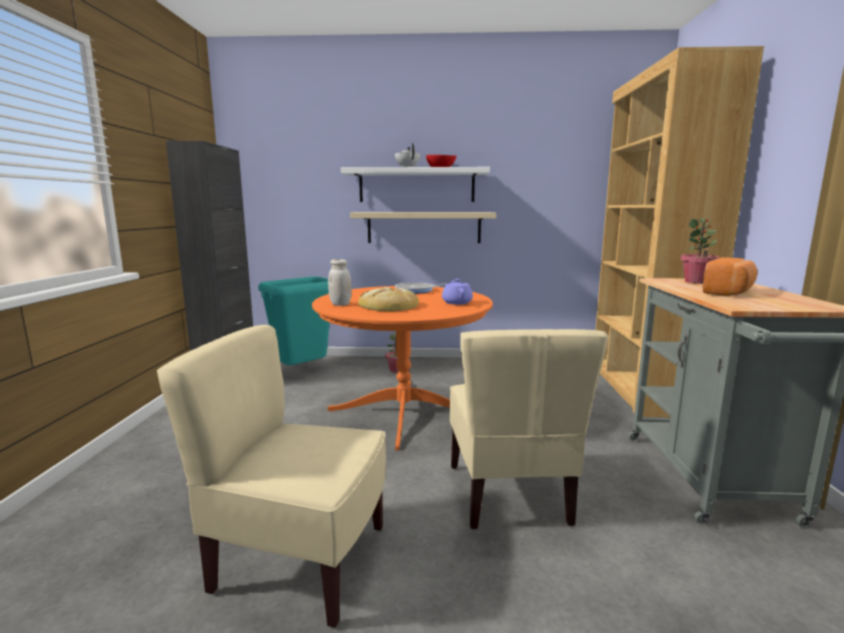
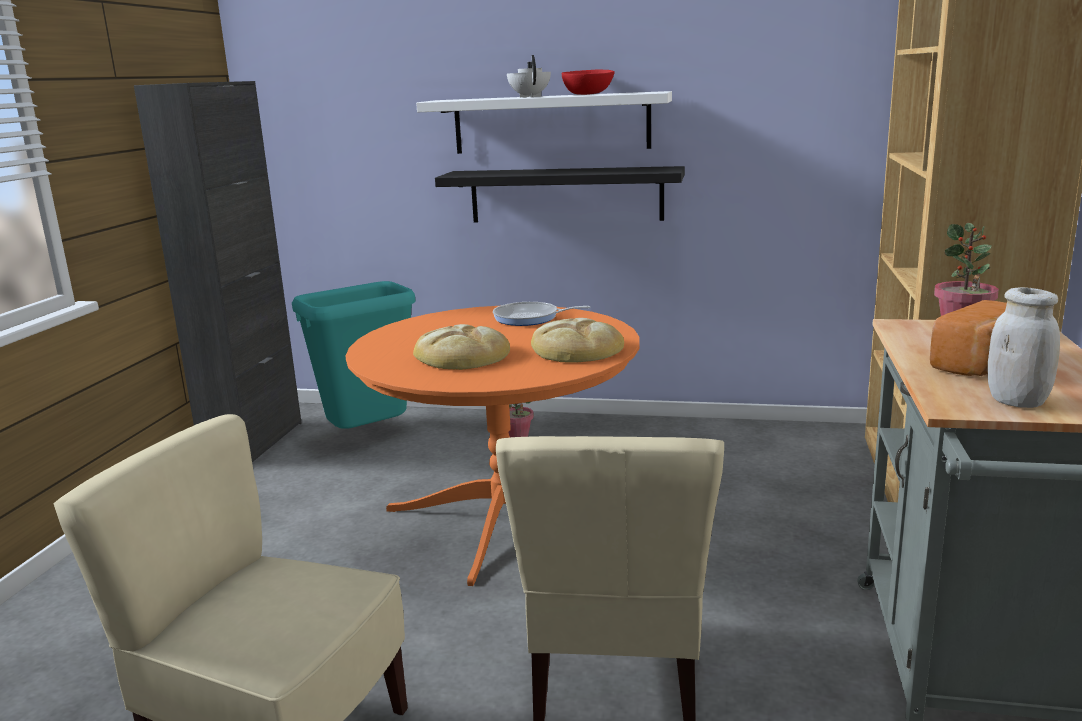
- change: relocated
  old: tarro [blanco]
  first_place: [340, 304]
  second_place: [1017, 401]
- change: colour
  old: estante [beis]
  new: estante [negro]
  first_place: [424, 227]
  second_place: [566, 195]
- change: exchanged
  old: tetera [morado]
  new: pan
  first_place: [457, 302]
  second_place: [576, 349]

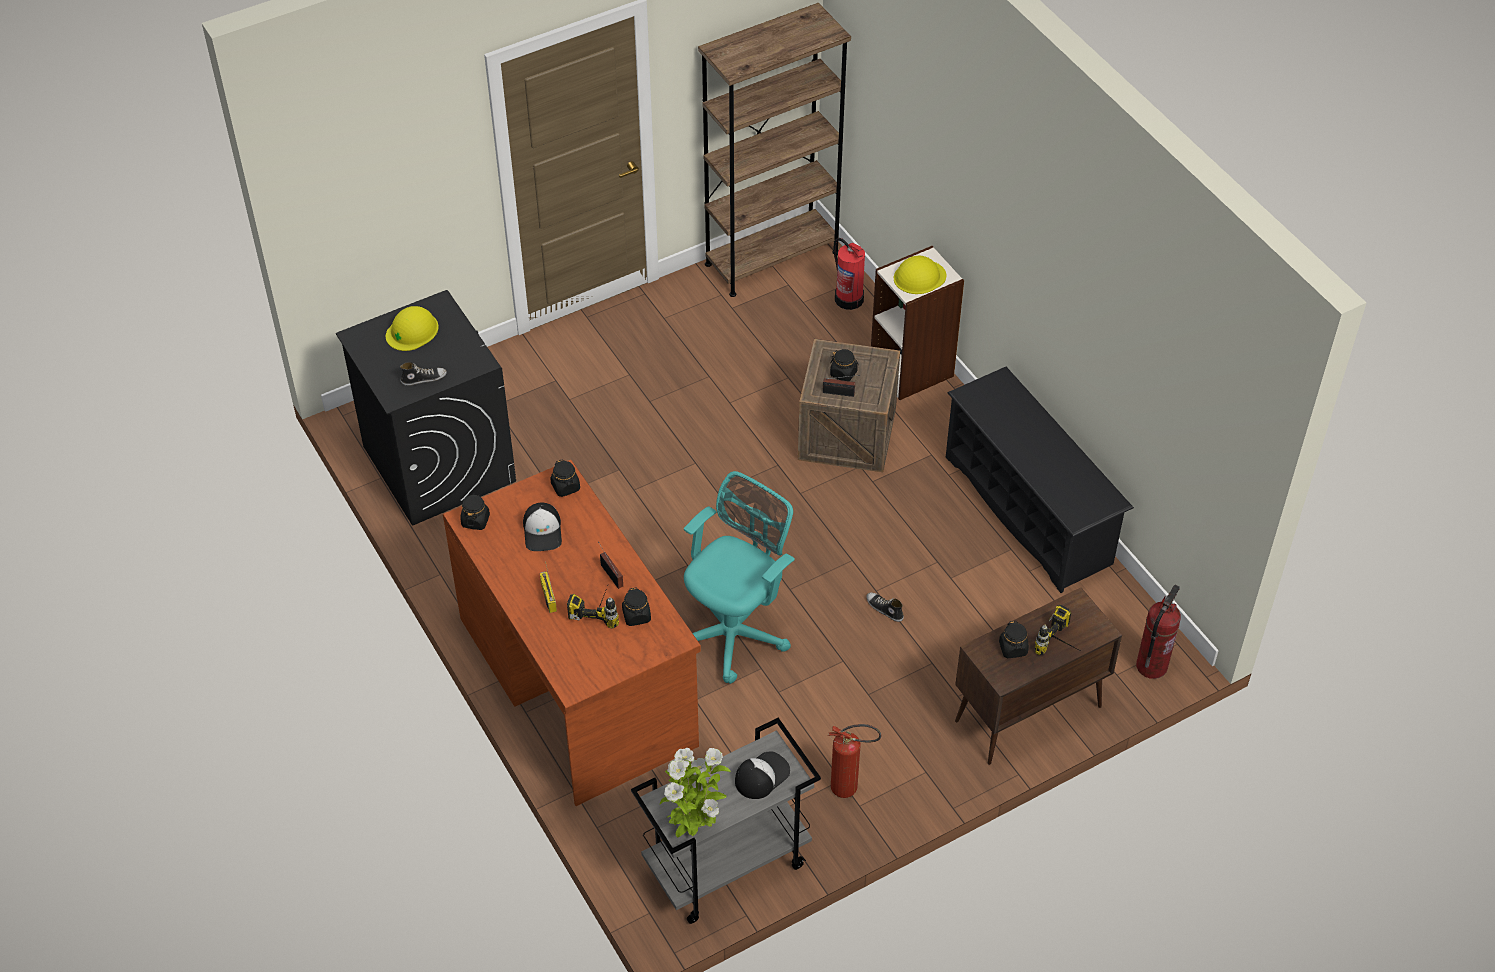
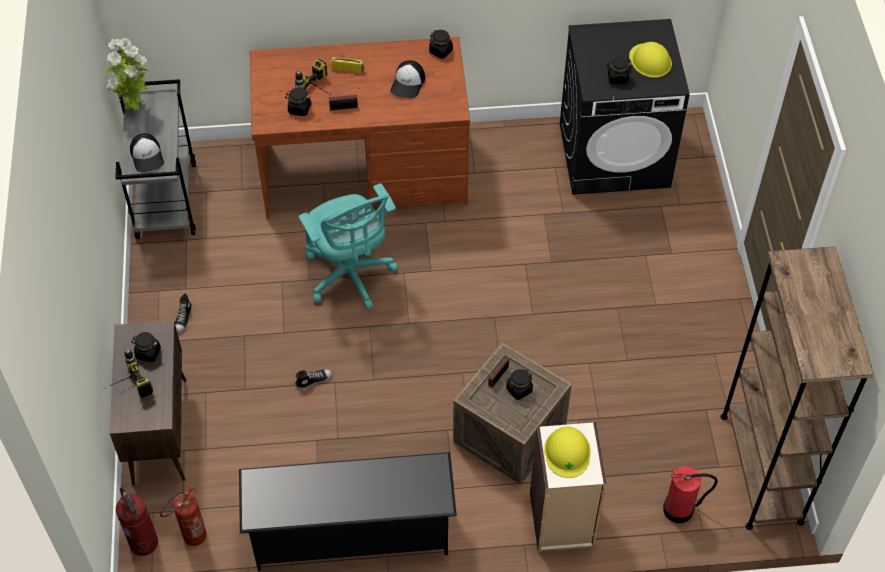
- change: relocated
  old: zapato
  first_place: [423, 378]
  second_place: [183, 318]
- change: spun
  old: gorra
  first_place: [543, 531]
  second_place: [408, 83]
  degrees: -90
- change: relocated
  old: tarro [negro]
  first_place: [565, 487]
  second_place: [617, 78]
- change: relocated
  old: extintor
  first_place: [850, 788]
  second_place: [190, 540]

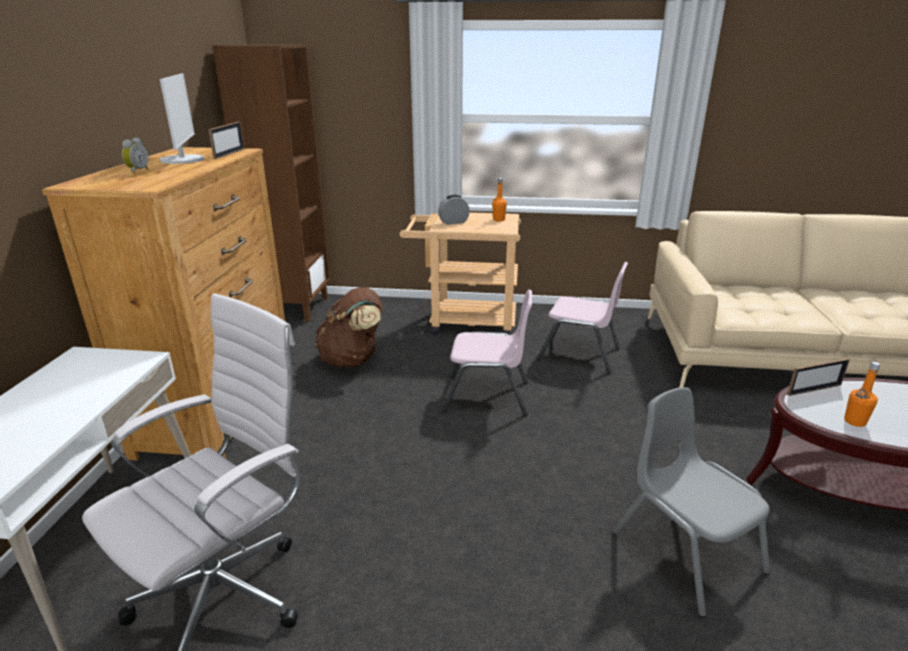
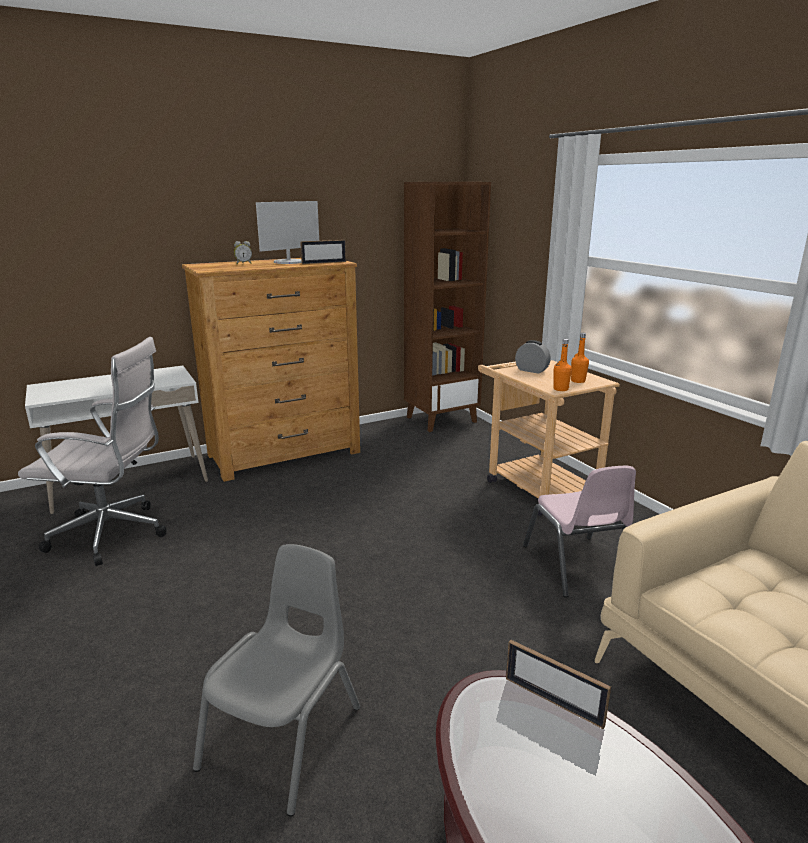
- change: missing
  old: mochila [marrón]
  first_place: [353, 360]
- change: missing
  old: silla [rosa]
  first_place: [487, 396]
- change: relocated
  old: botella [naranja]
  first_place: [854, 421]
  second_place: [560, 389]

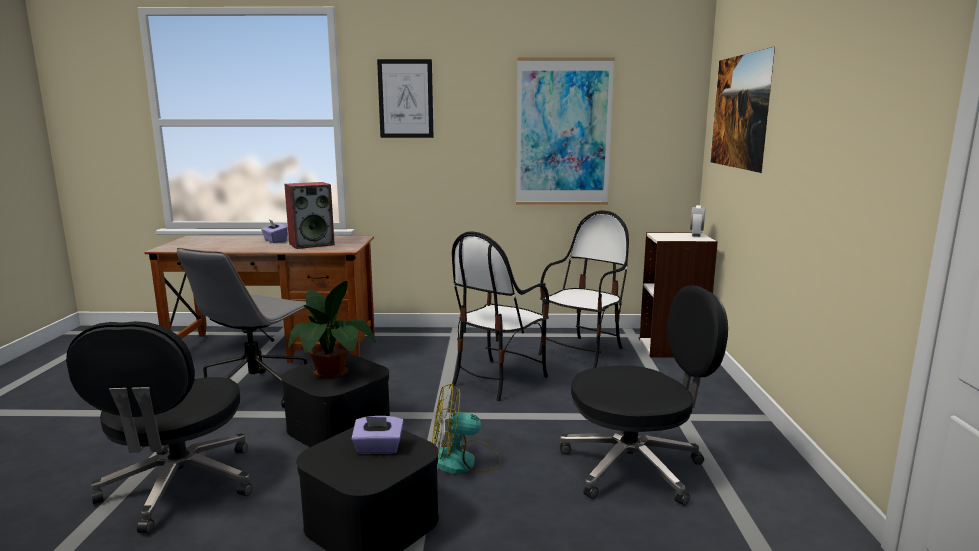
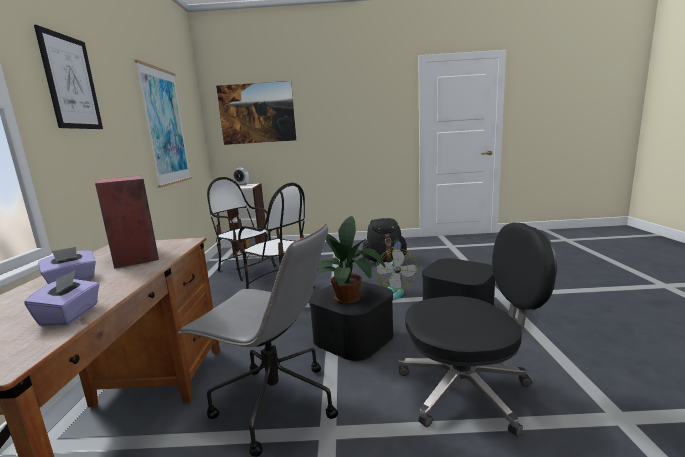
- change: relocated
  old: caja de pañuelos [morado]
  first_place: [378, 448]
  second_place: [71, 315]
- change: exchanged
  old: silla de oficina [negro]
  new: mochila [negro]
  first_place: [634, 467]
  second_place: [384, 260]

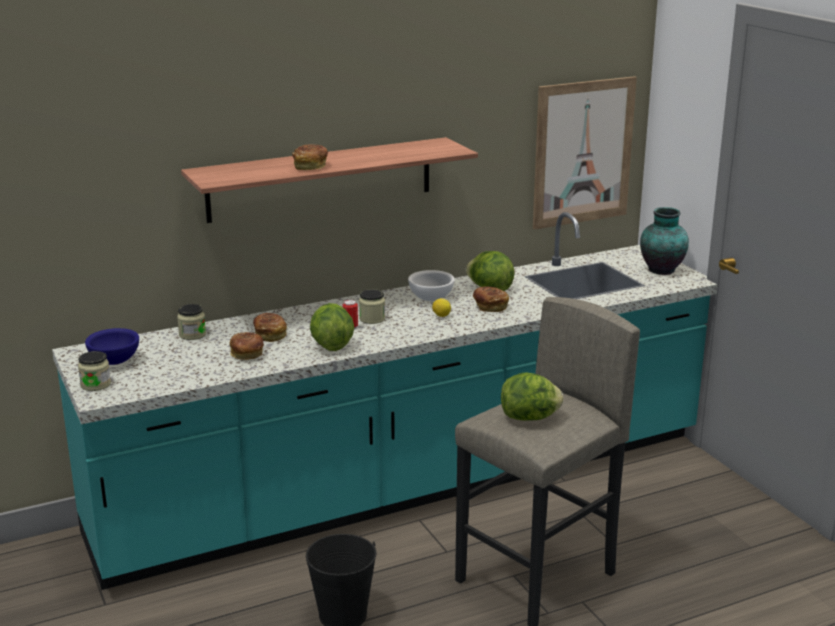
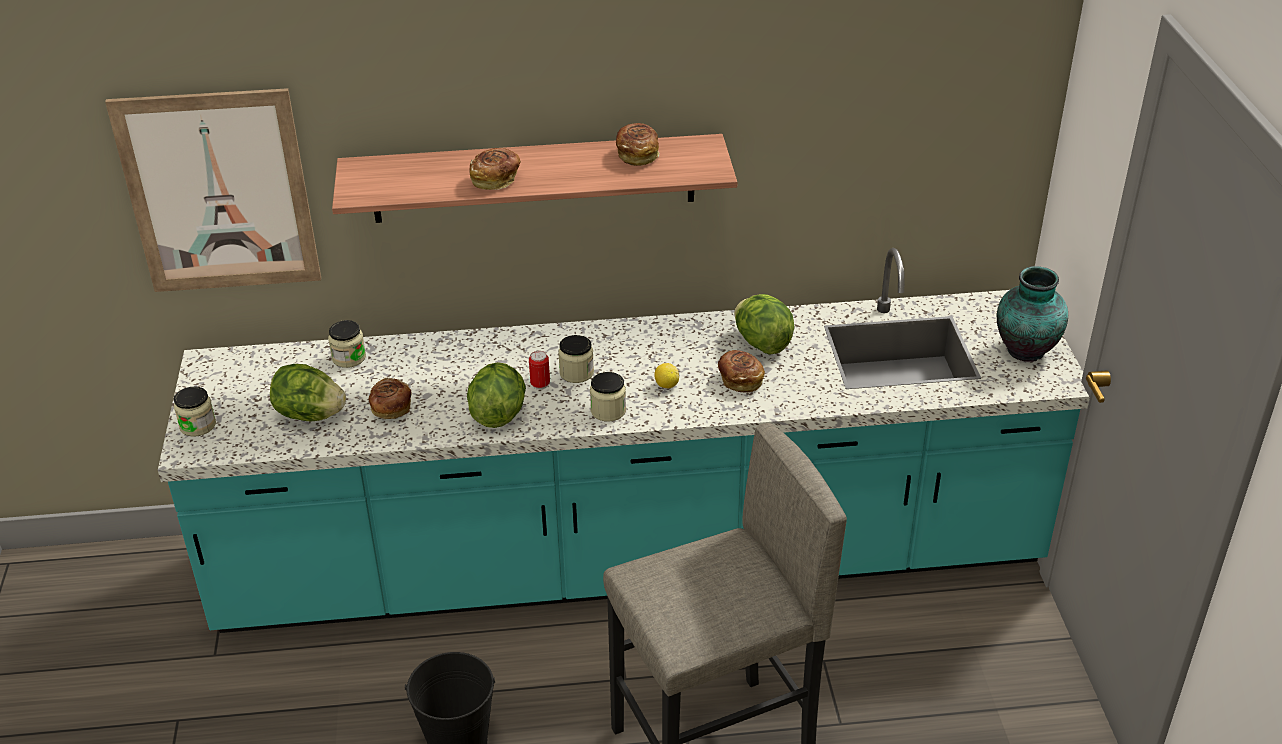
- change: missing
  old: cuenco [azul]
  first_place: [114, 362]
- change: relocated
  old: pan
  first_place: [270, 335]
  second_place: [637, 154]
- change: missing
  old: cuenco [blanco]
  first_place: [431, 299]
- change: relocated
  old: lechuga
  first_place: [530, 418]
  second_place: [310, 415]
- change: relocated
  old: cuadro
  first_place: [583, 152]
  second_place: [219, 192]
- change: appeared
  new: tarro
  second_place: [608, 410]

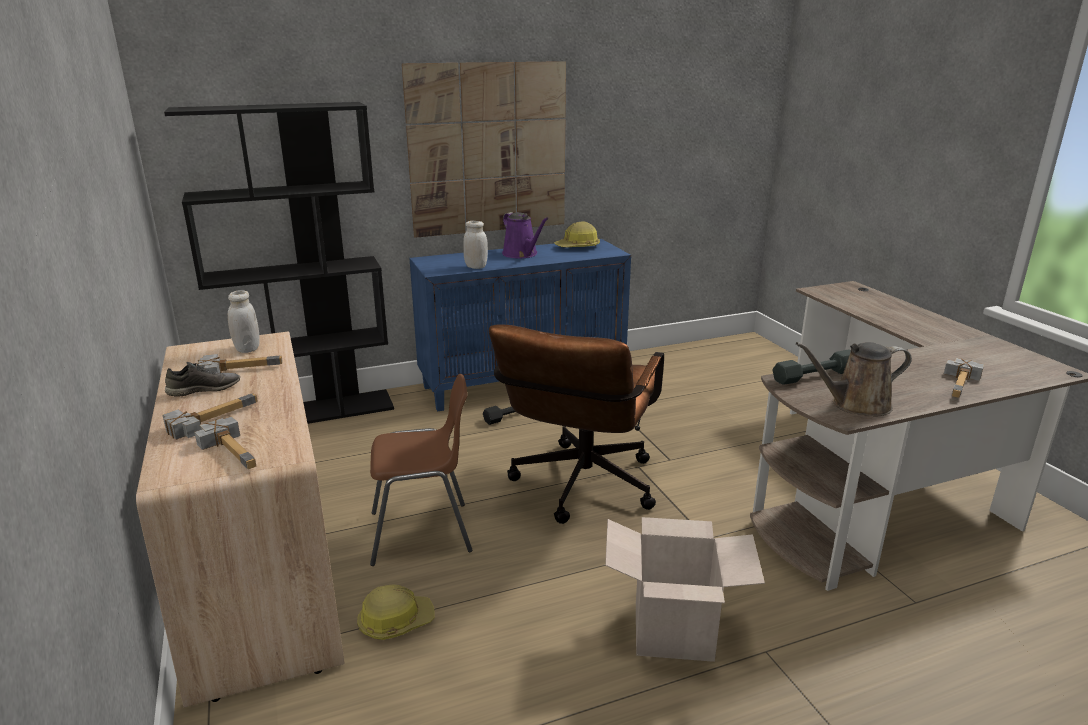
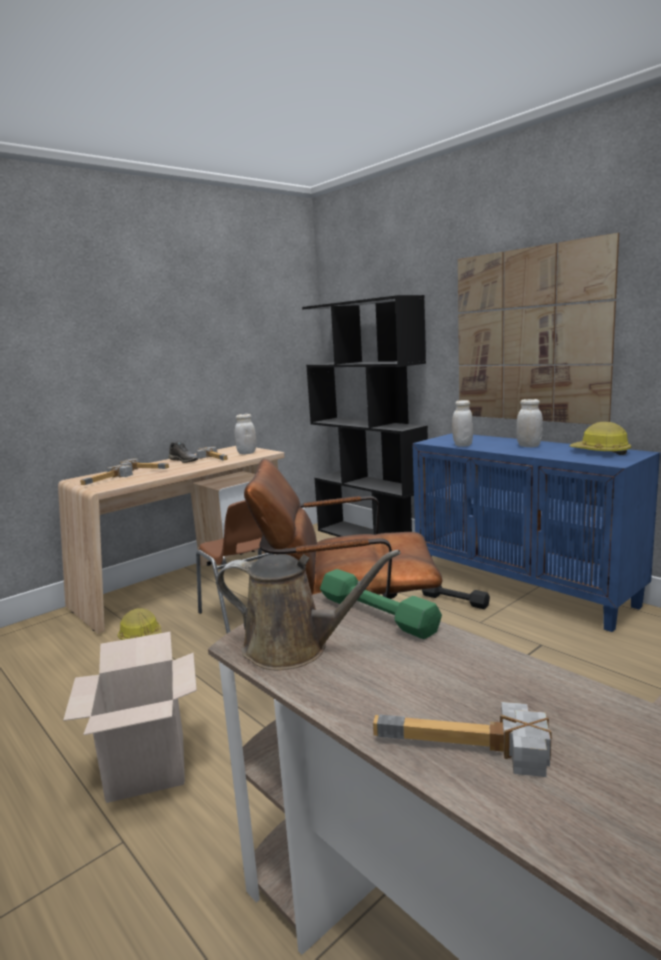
- change: exchanged
  old: regadera [morado]
  new: tarro [blanco]
  first_place: [522, 254]
  second_place: [529, 446]
- change: colour
  old: mancuerna [gris]
  new: mancuerna [verde]
  first_place: [815, 376]
  second_place: [377, 615]
- change: spun
  old: regadera [marrón]
  first_place: [855, 405]
  second_place: [294, 648]
  degrees: 135

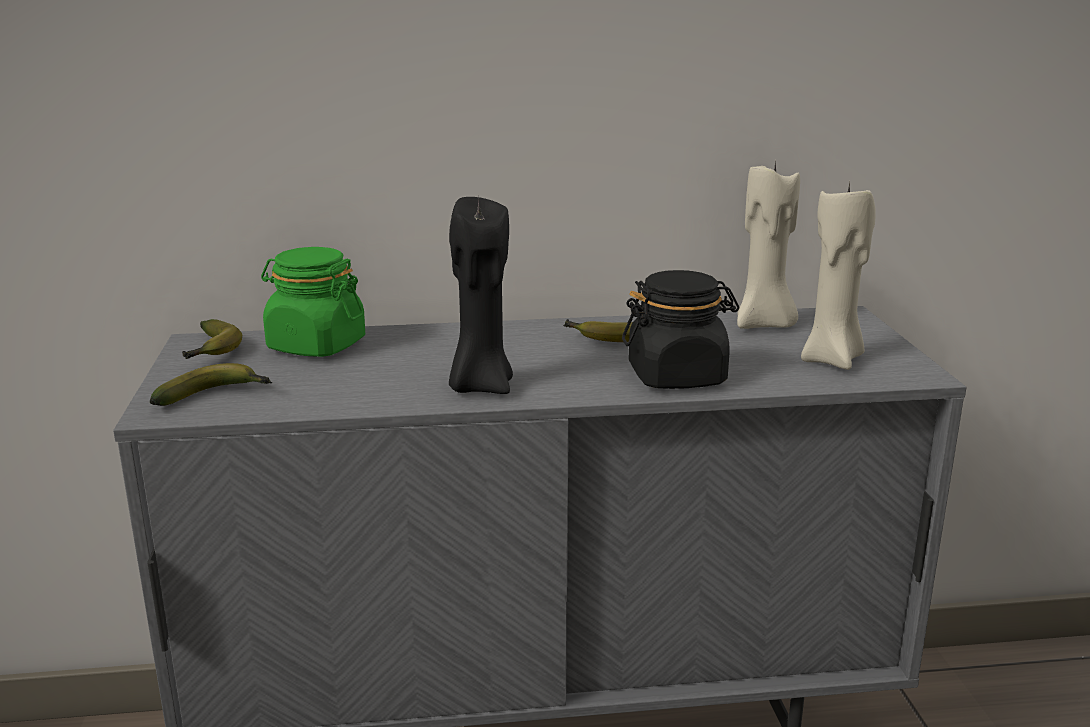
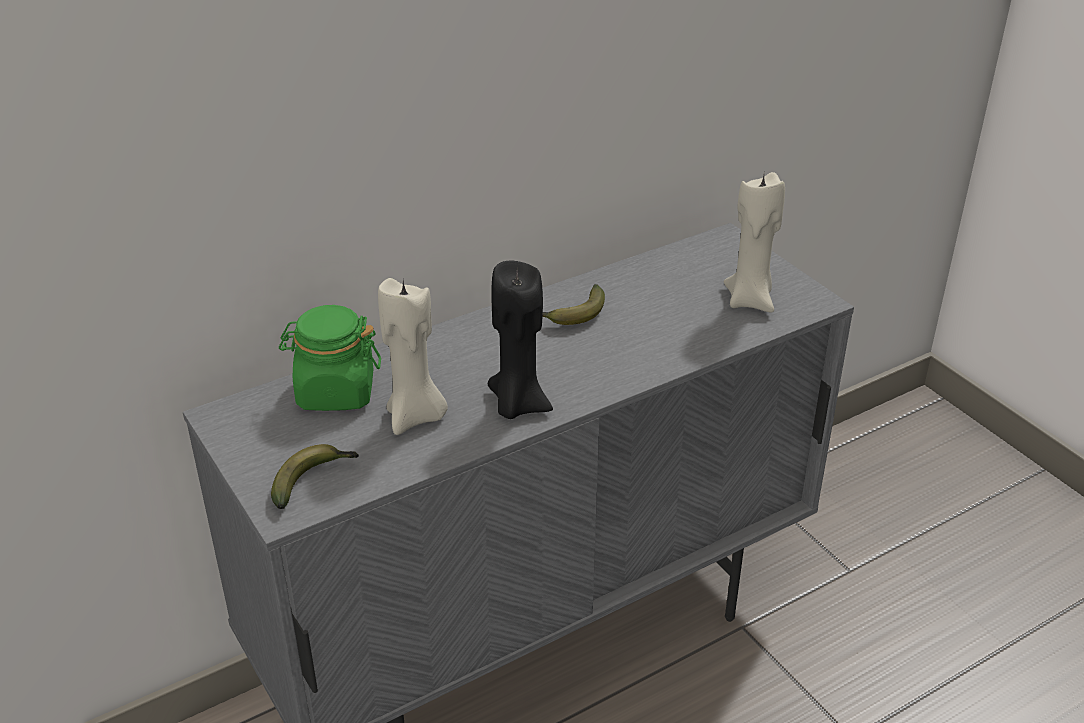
- change: missing
  old: plátano
  first_place: [212, 351]
- change: missing
  old: tarro [negro]
  first_place: [677, 376]
- change: relocated
  old: vela [beis]
  first_place: [764, 325]
  second_place: [415, 417]

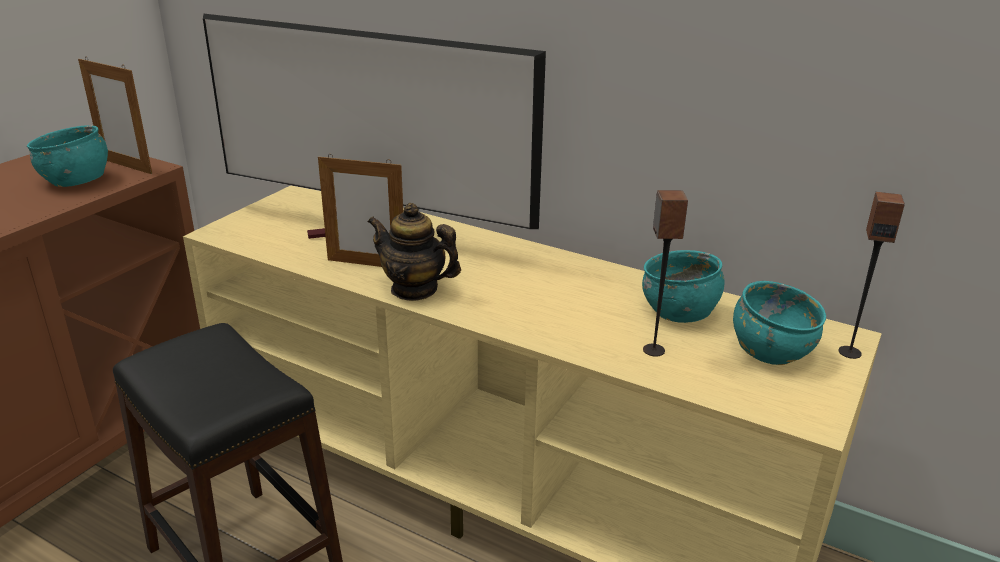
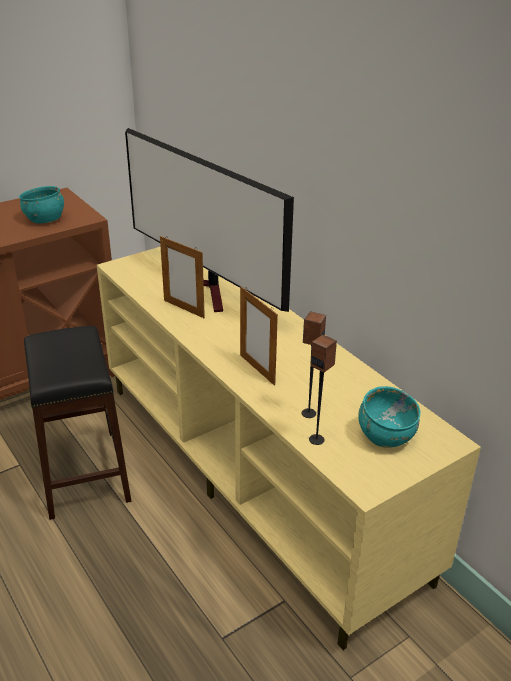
- change: relocated
  old: portarretratos
  first_place: [126, 166]
  second_place: [257, 369]
- change: missing
  old: tetera
  first_place: [414, 289]
- change: missing
  old: cuenco [turquesa]
  first_place: [679, 311]
- change: relocated
  old: altavoz
  first_place: [849, 352]
  second_place: [316, 439]

